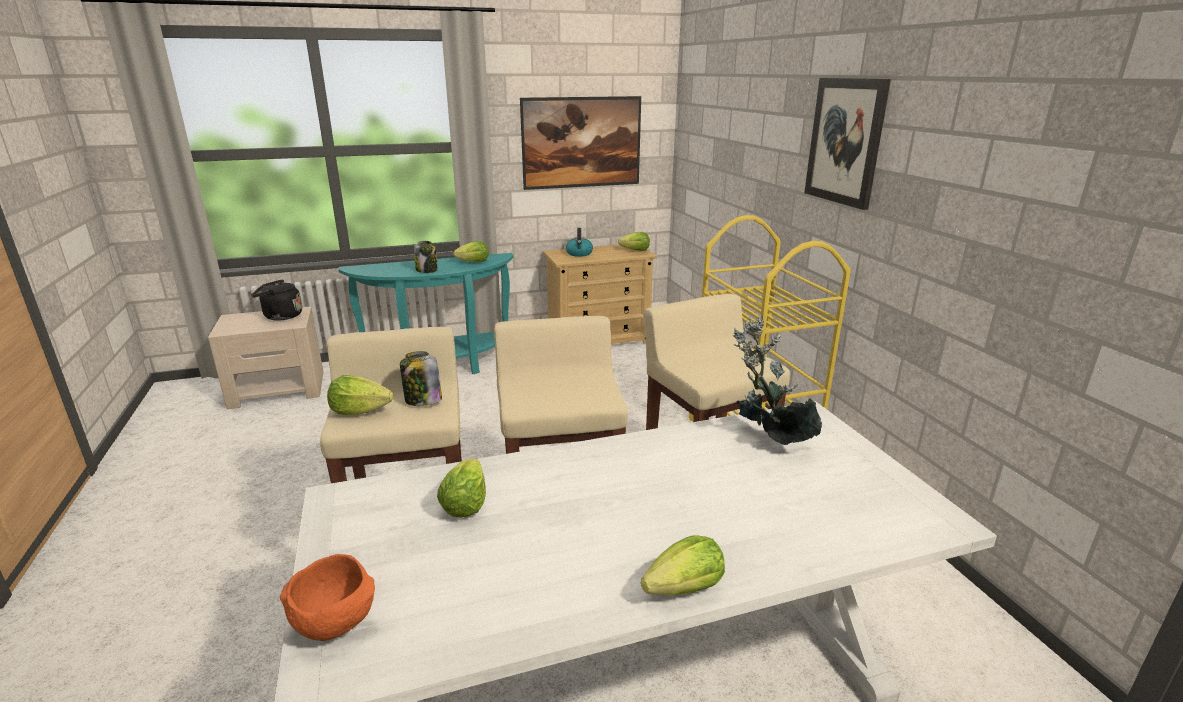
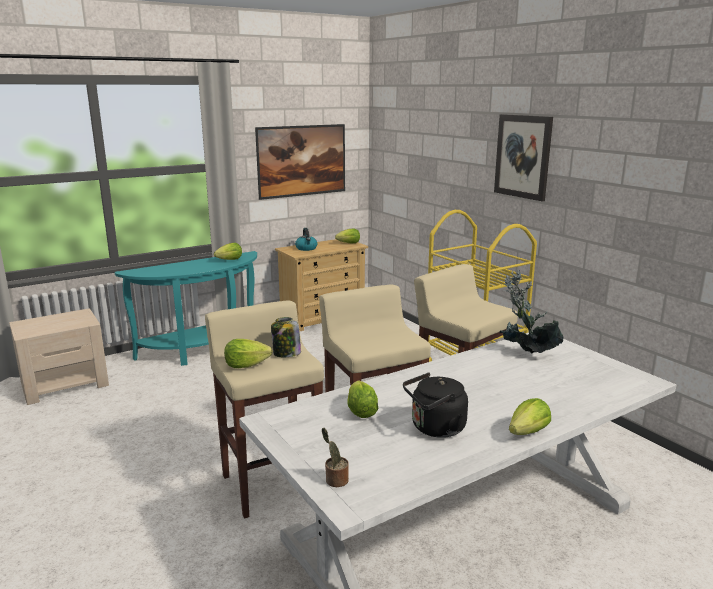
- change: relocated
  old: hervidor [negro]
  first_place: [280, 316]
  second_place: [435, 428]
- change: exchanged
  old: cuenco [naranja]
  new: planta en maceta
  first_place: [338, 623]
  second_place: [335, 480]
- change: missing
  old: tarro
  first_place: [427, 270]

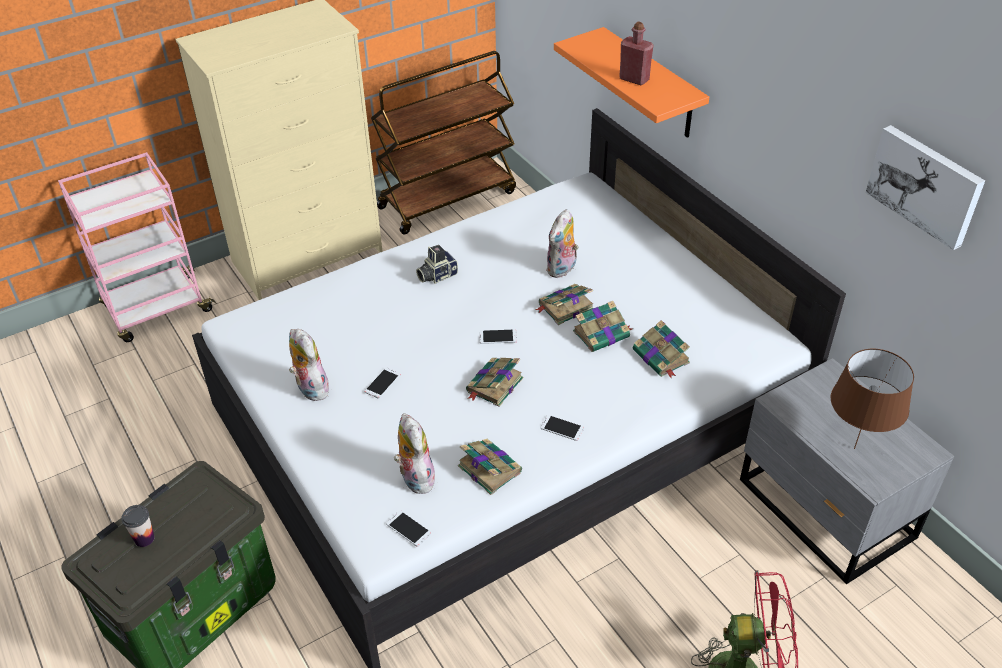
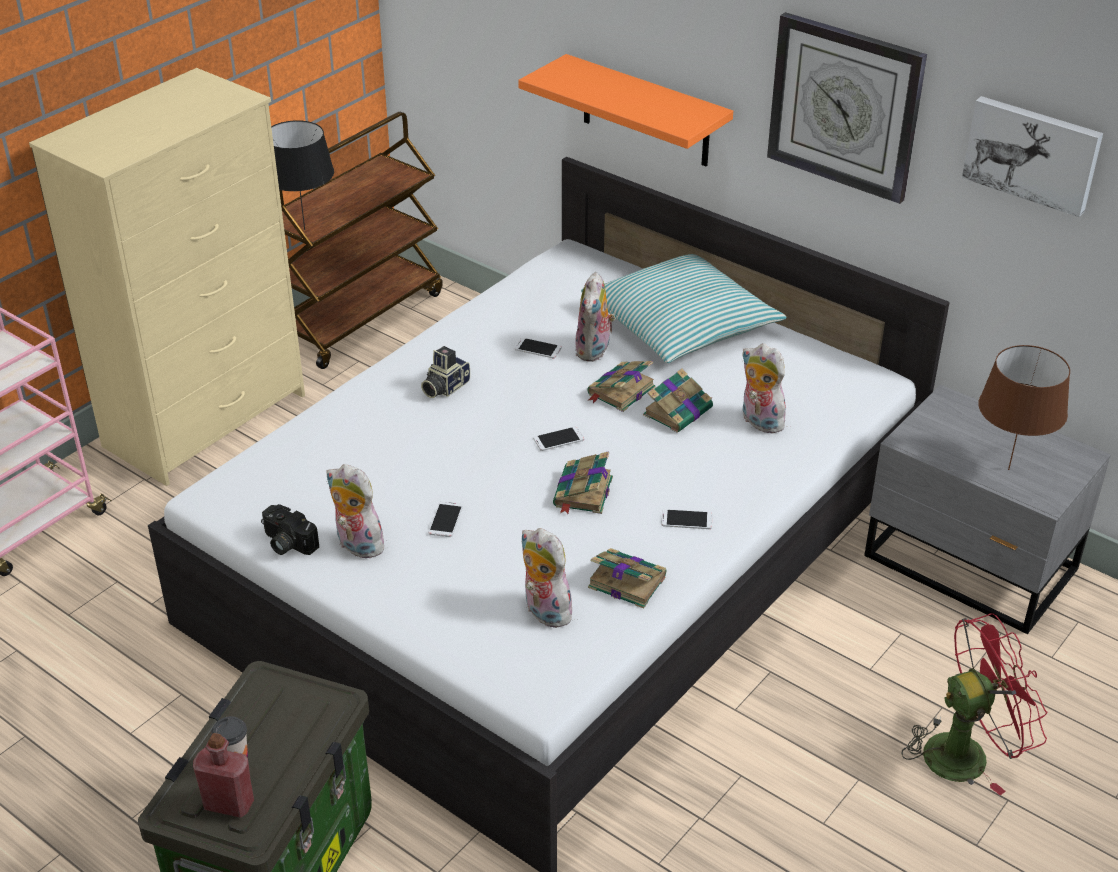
- change: relocated
  old: móvil
  first_place: [408, 528]
  second_place: [538, 348]
- change: relocated
  old: botella [rojo]
  first_place: [634, 79]
  second_place: [229, 804]
- change: exchanged
  old: libro
  new: peluche
  first_place: [661, 357]
  second_place: [759, 422]
- change: appeared
  new: cámara
  second_place: [286, 543]
- change: appeared
  new: lámpara de mesa [negro]
  second_place: [303, 230]
- change: appeared
  new: cojín
  second_place: [680, 323]
- change: appeared
  new: reloj de pared
  second_place: [845, 106]

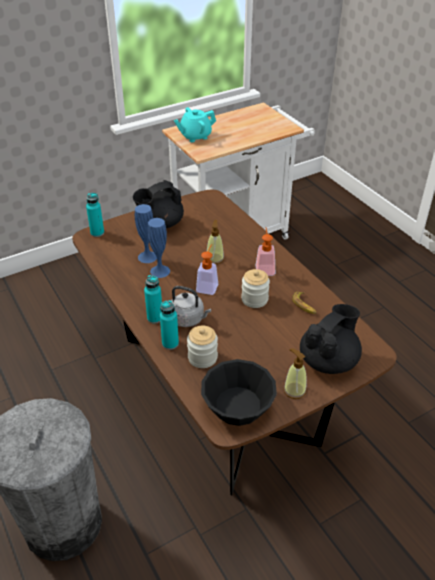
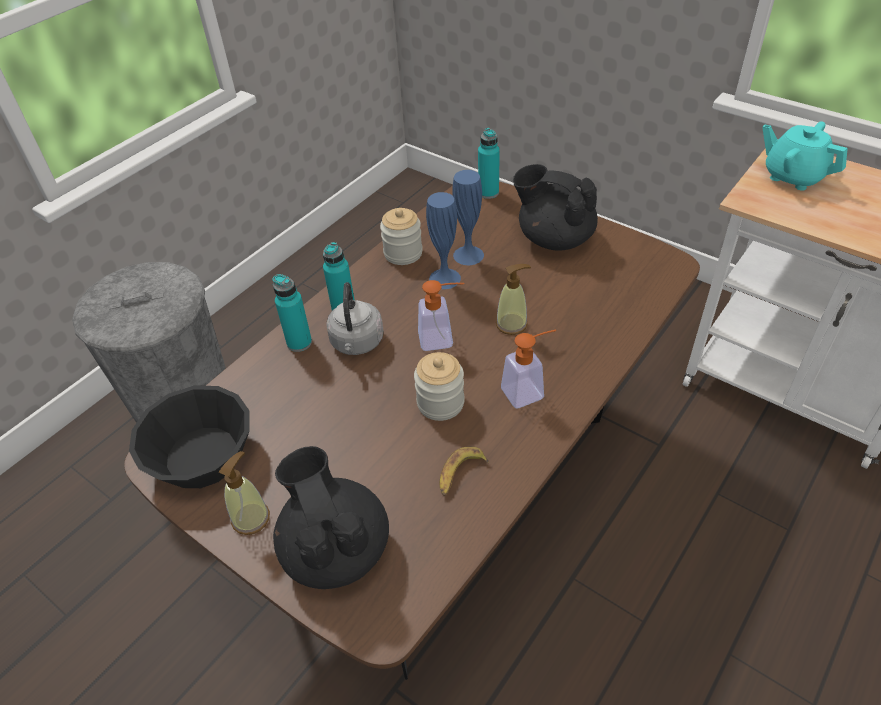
- change: relocated
  old: tarro
  first_place: [202, 357]
  second_place: [403, 253]
- change: spun
  old: tetera [negro]
  first_place: [328, 360]
  second_place: [335, 549]
  degrees: -135

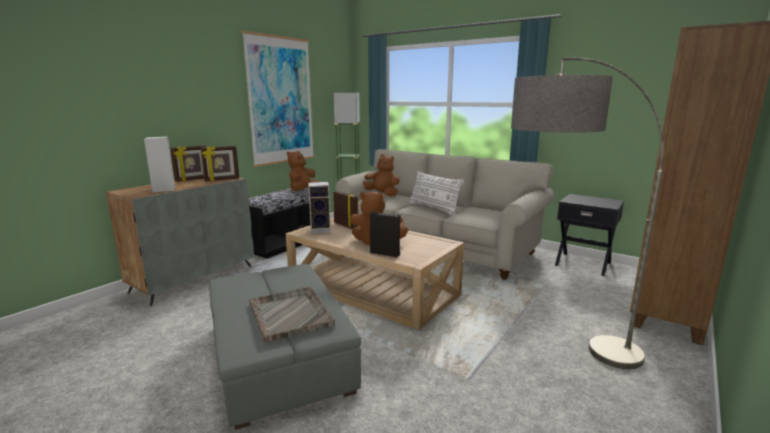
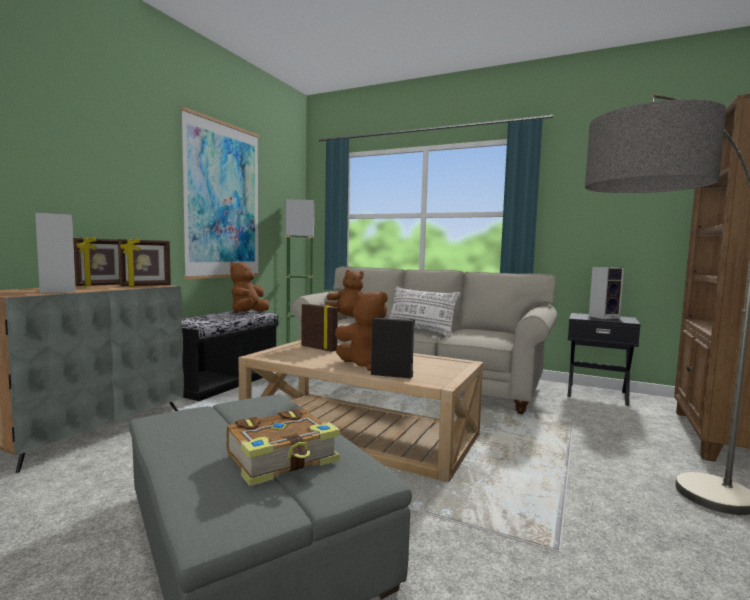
- change: exchanged
  old: bandeja [gris]
  new: libro
  first_place: [290, 313]
  second_place: [283, 459]
- change: relocated
  old: altavoz
  first_place: [321, 229]
  second_place: [604, 317]

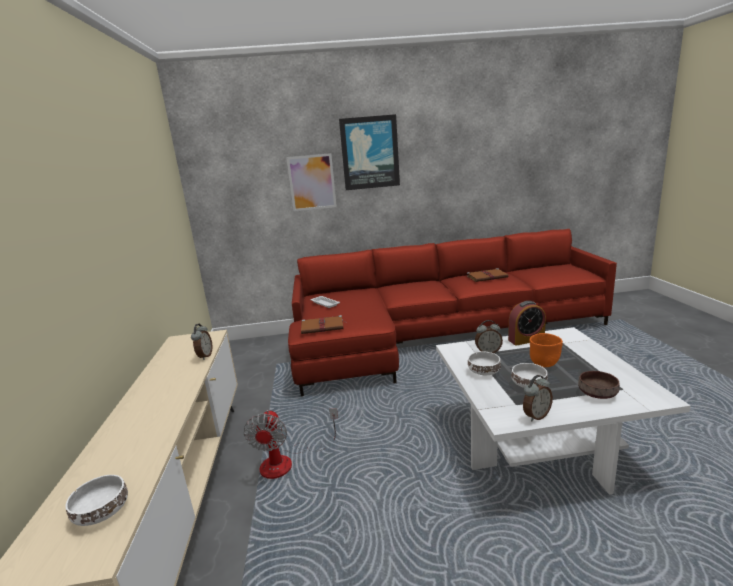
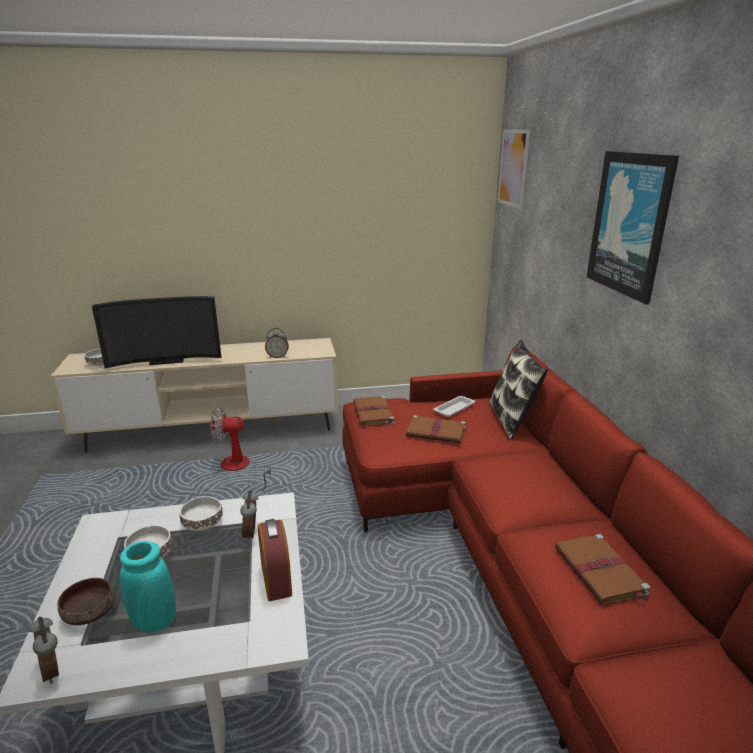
- change: relocated
  old: cuadro
  first_place: [312, 182]
  second_place: [513, 168]
- change: relocated
  old: despertador
  first_place: [536, 416]
  second_place: [53, 670]
- change: missing
  old: cuenco [naranja]
  first_place: [544, 363]
- change: appeared
  new: televisor
  second_place: [166, 360]
- change: appeared
  new: florero [turquesa]
  second_place: [154, 621]
- change: appeared
  new: libro [marrón]
  second_place: [437, 432]
- change: appeared
  new: cojín
  second_place: [512, 420]

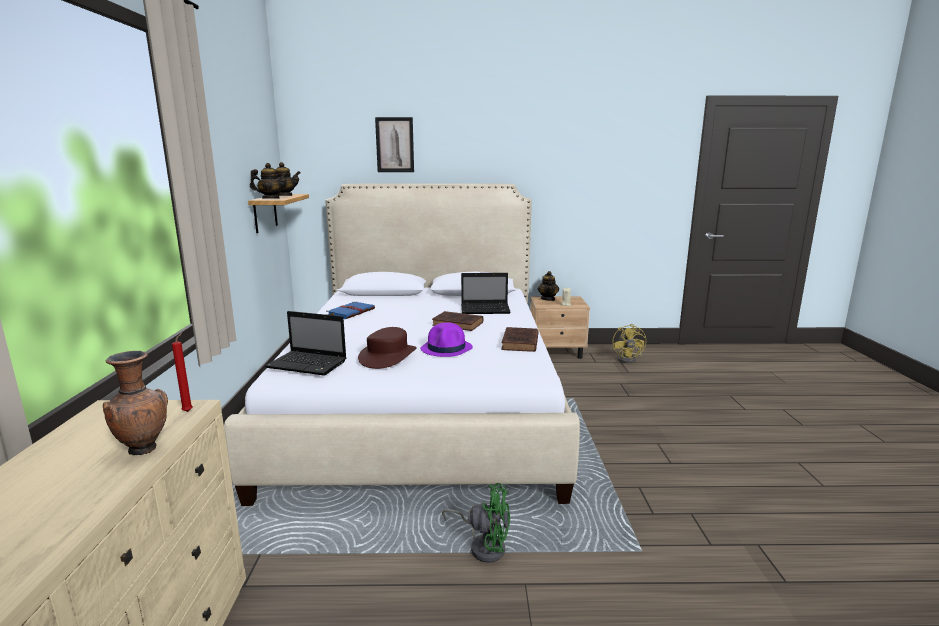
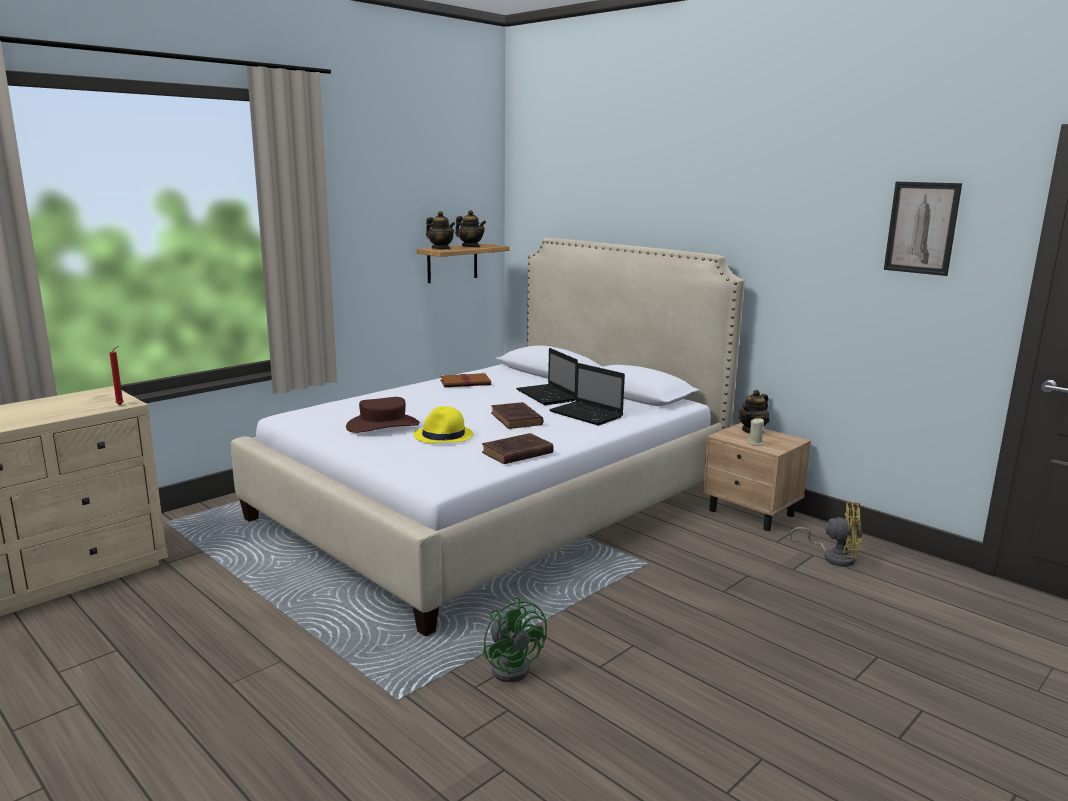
- change: missing
  old: florero [marrón]
  first_place: [144, 449]
- change: relocated
  old: portátil
  first_place: [308, 364]
  second_place: [547, 396]
- change: colour
  old: libro [azul]
  new: libro [marrón]
  first_place: [351, 312]
  second_place: [466, 383]
- change: relocated
  old: cuadro
  first_place: [395, 145]
  second_place: [921, 228]
- change: colour
  old: sombrero [morado]
  new: sombrero [amarillo]
  first_place: [447, 348]
  second_place: [443, 436]
- change: relocated
  old: ventilador [verde]
  first_place: [484, 546]
  second_place: [513, 666]
- change: spun
  old: ventilador [amarillo]
  first_place: [628, 359]
  second_place: [834, 557]
  degrees: -120

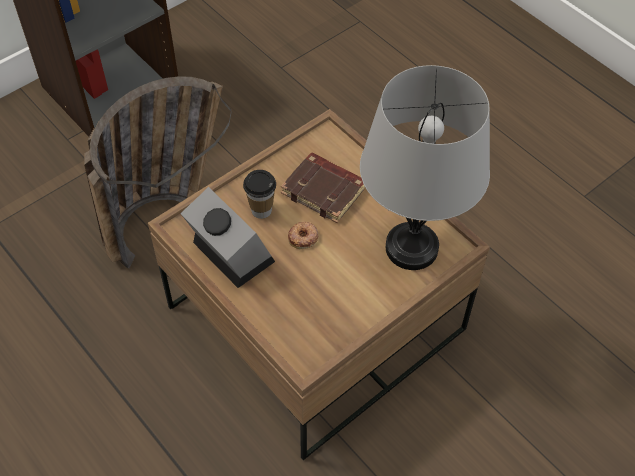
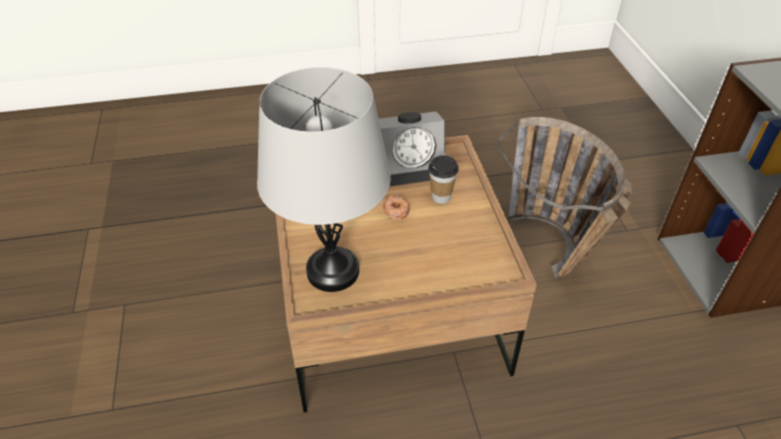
- change: missing
  old: libro [marrón]
  first_place: [325, 190]

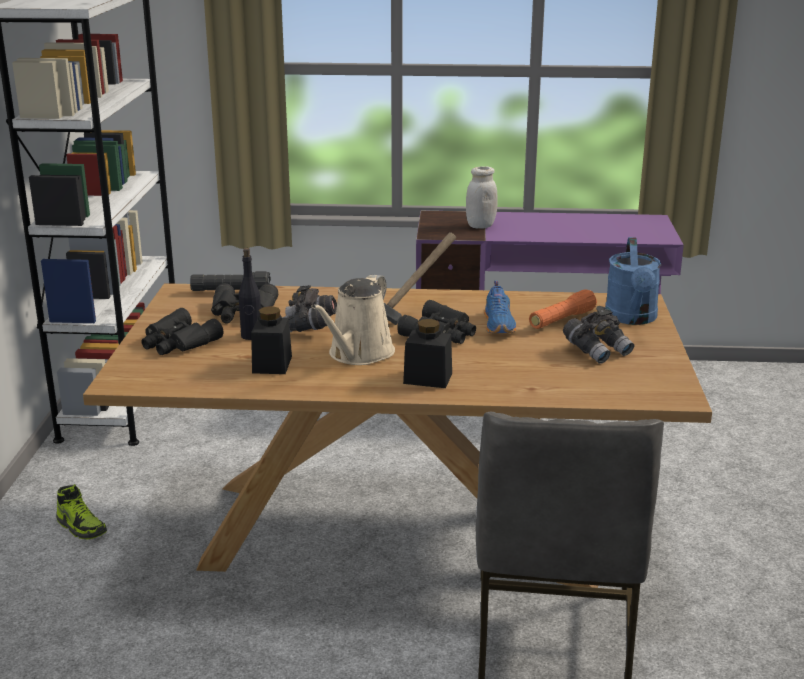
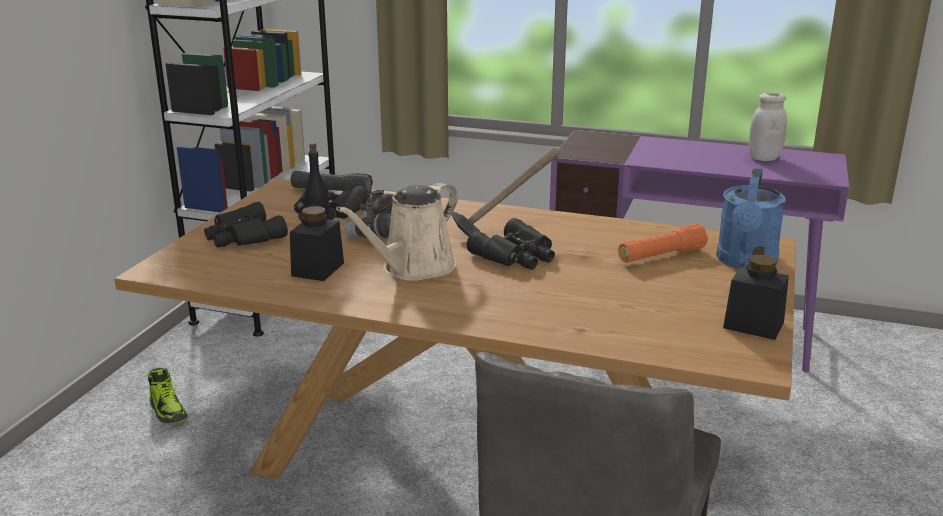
- change: relocated
  old: tarro [negro]
  first_place: [428, 378]
  second_place: [753, 325]
- change: relocated
  old: tarro [blanco]
  first_place: [480, 225]
  second_place: [764, 158]
- change: missing
  old: zapato [azul]
  first_place: [499, 325]
- change: missing
  old: prismáticos [gris]
  first_place: [597, 351]

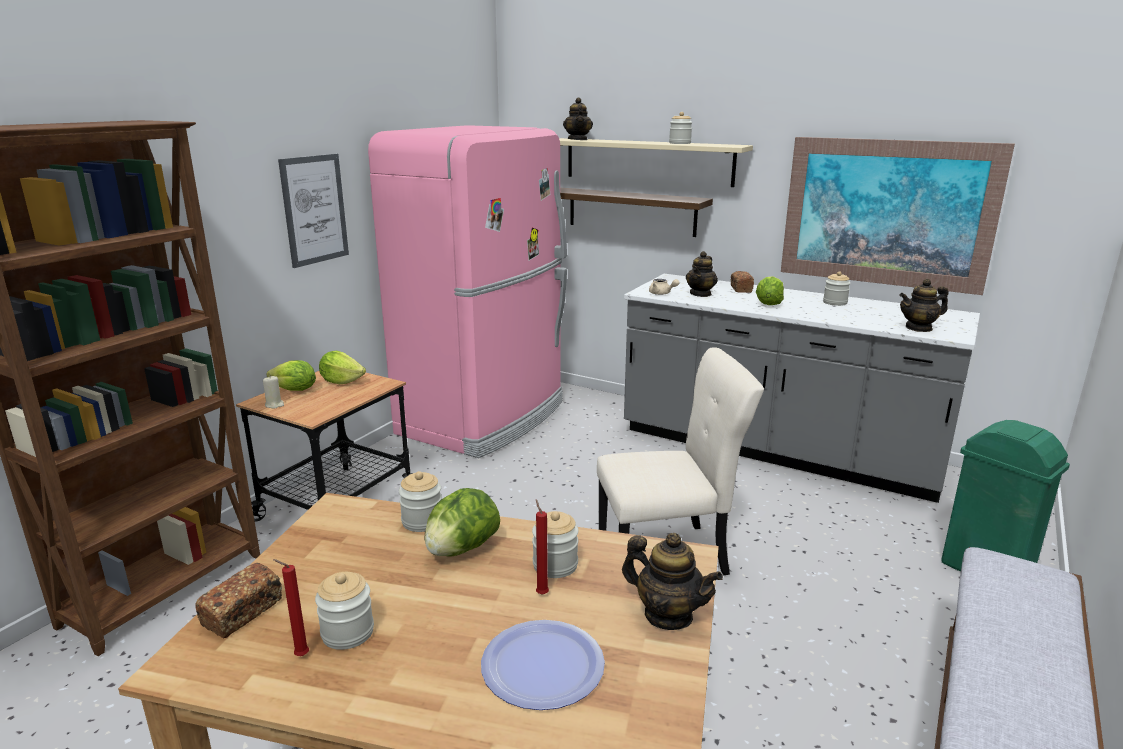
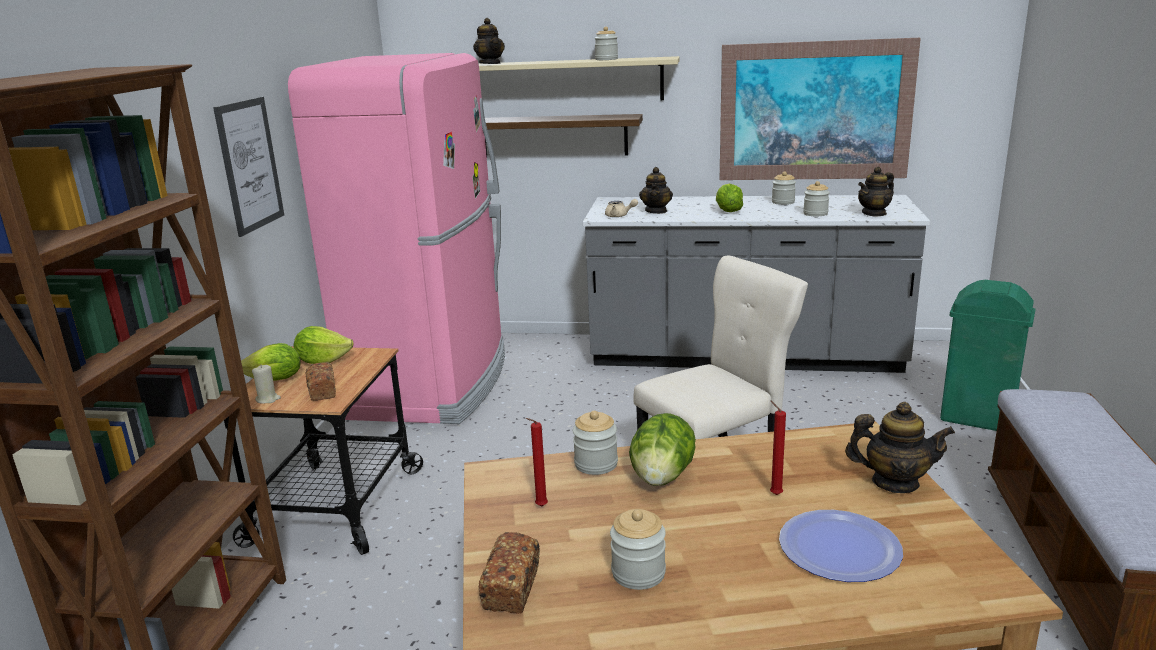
- change: relocated
  old: vela [rojo]
  first_place: [299, 656]
  second_place: [539, 507]
- change: relocated
  old: tarro
  first_place: [555, 565]
  second_place: [815, 214]
- change: relocated
  old: pan
  first_place: [741, 289]
  second_place: [322, 391]

